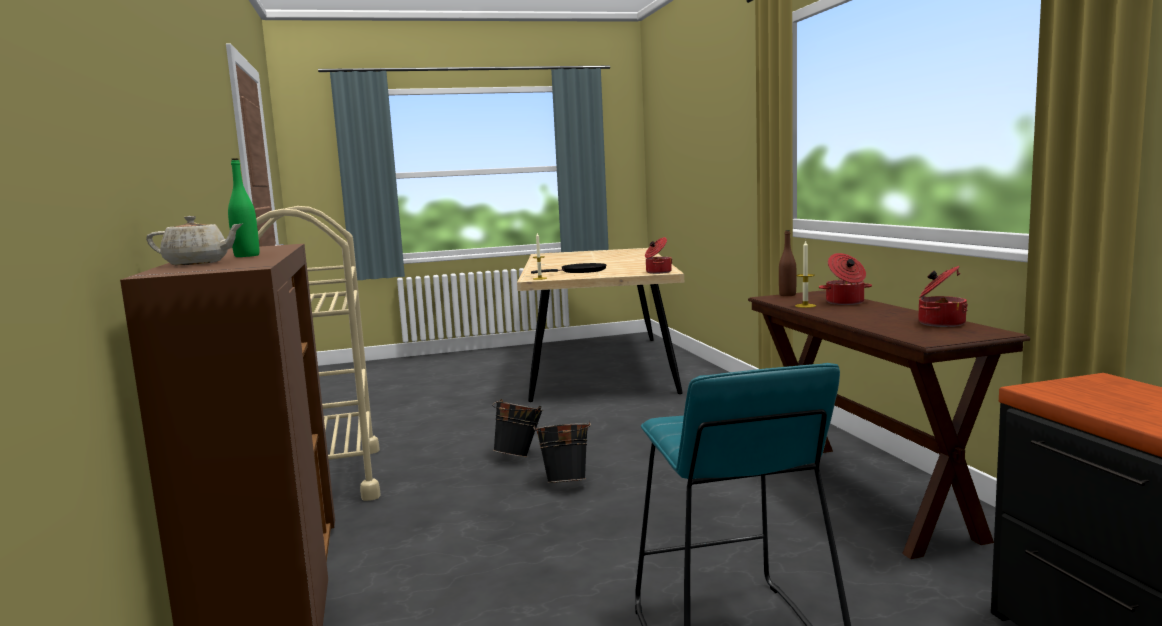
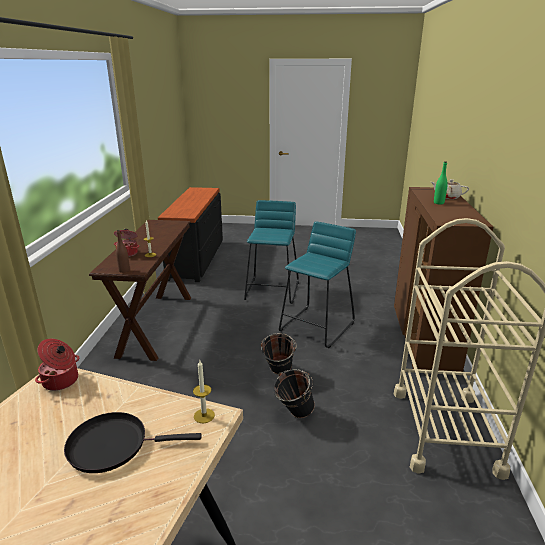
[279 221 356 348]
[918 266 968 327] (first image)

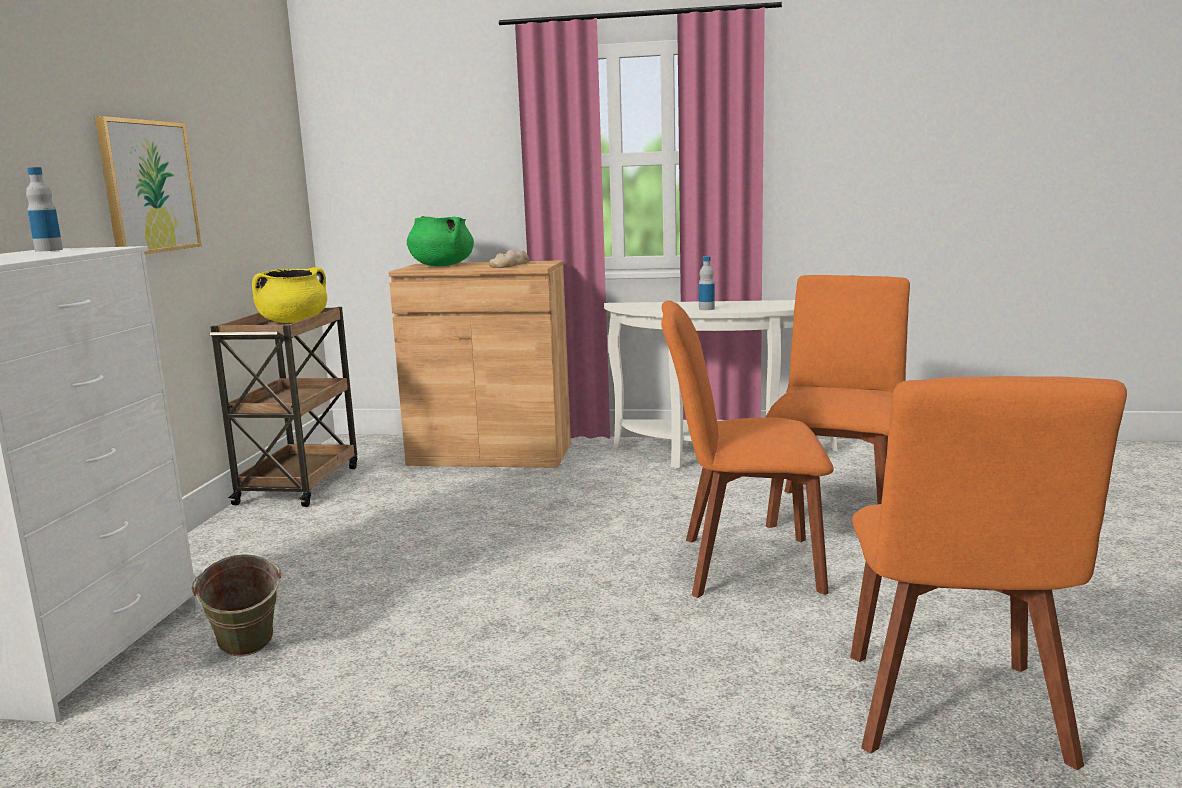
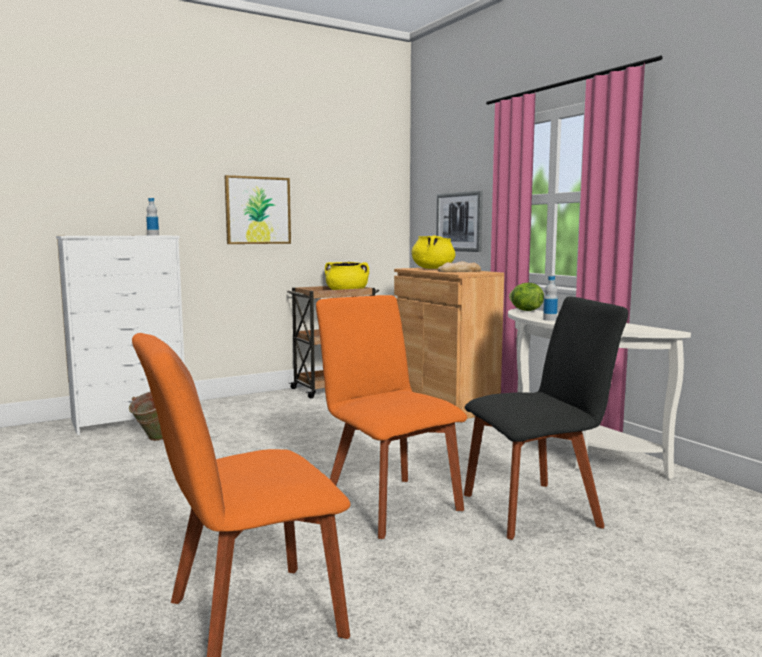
[411 235 455 269]
[436 191 483 252]
[464 297 628 540]
[509 283 544 311]

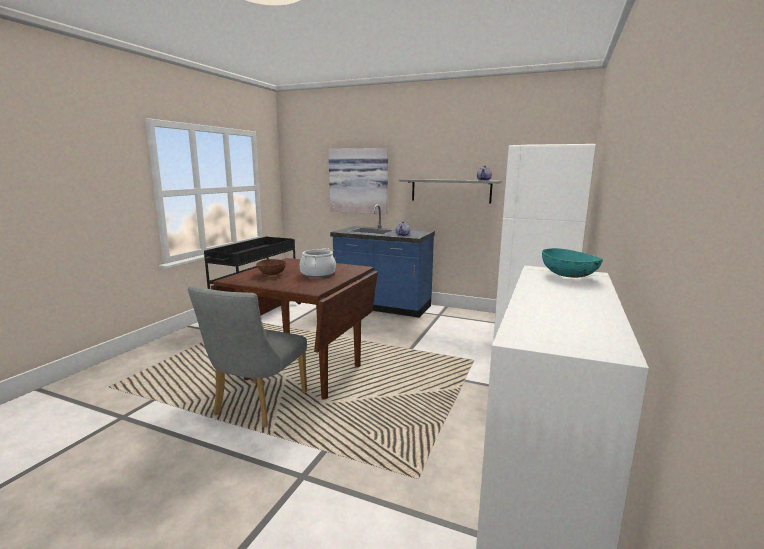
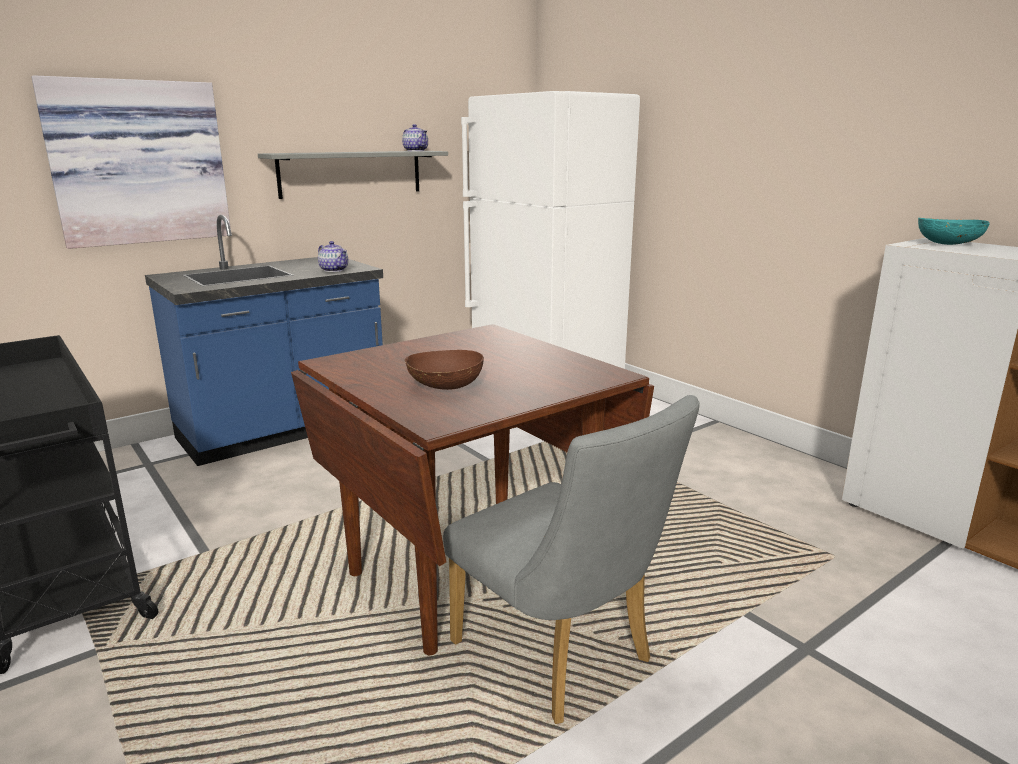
[300 248 336 278] (first image)

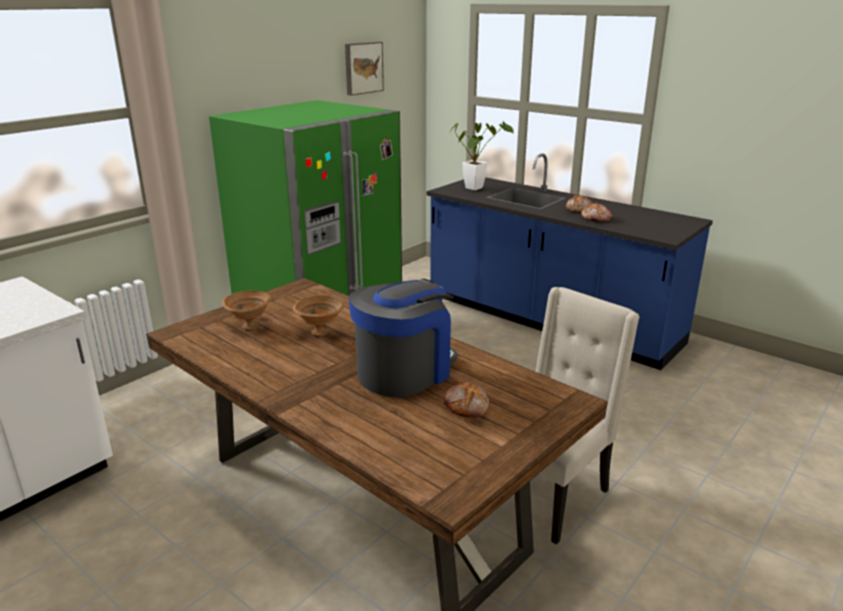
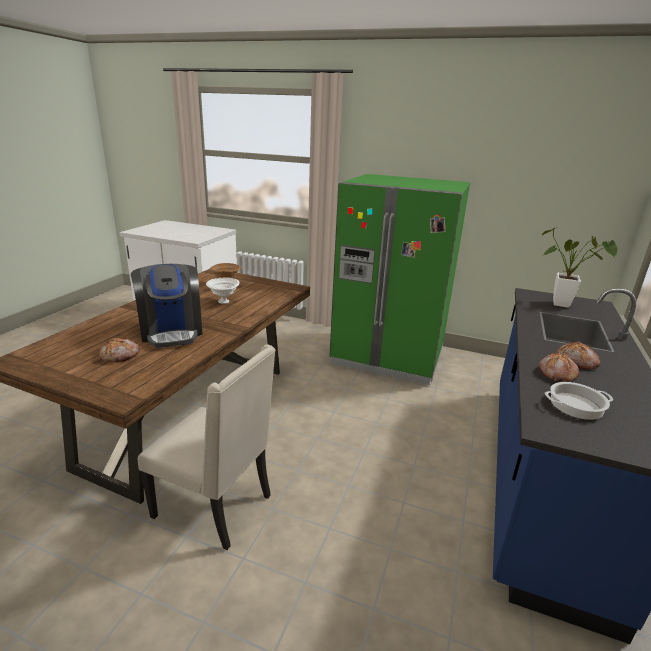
[131 264 203 348]
[206 278 240 304]
[545 382 613 420]
[345 42 384 96] (first image)

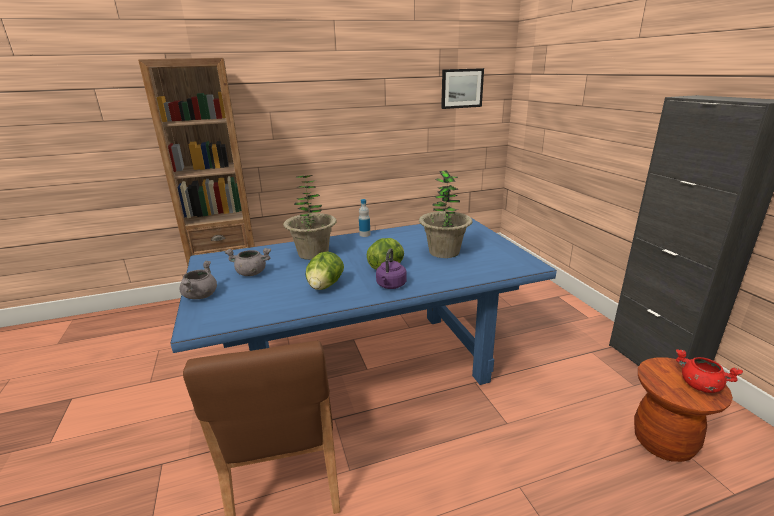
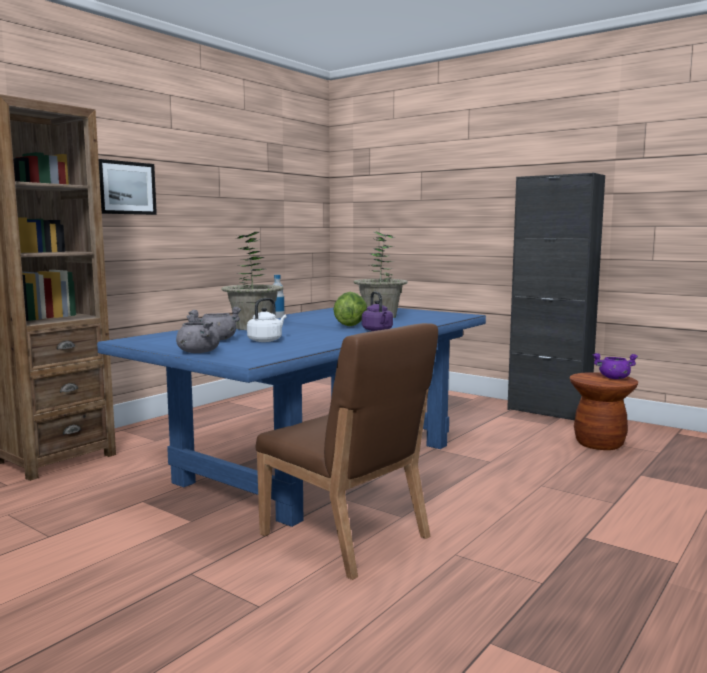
[99 159 157 215]
[247 298 287 342]
[592 353 638 379]
[306 251 344 290] (first image)

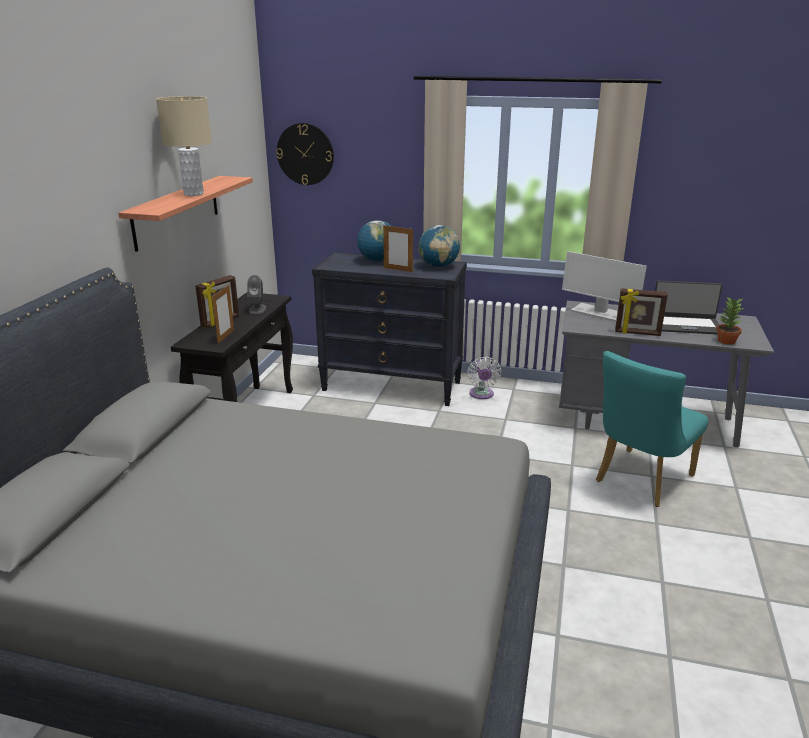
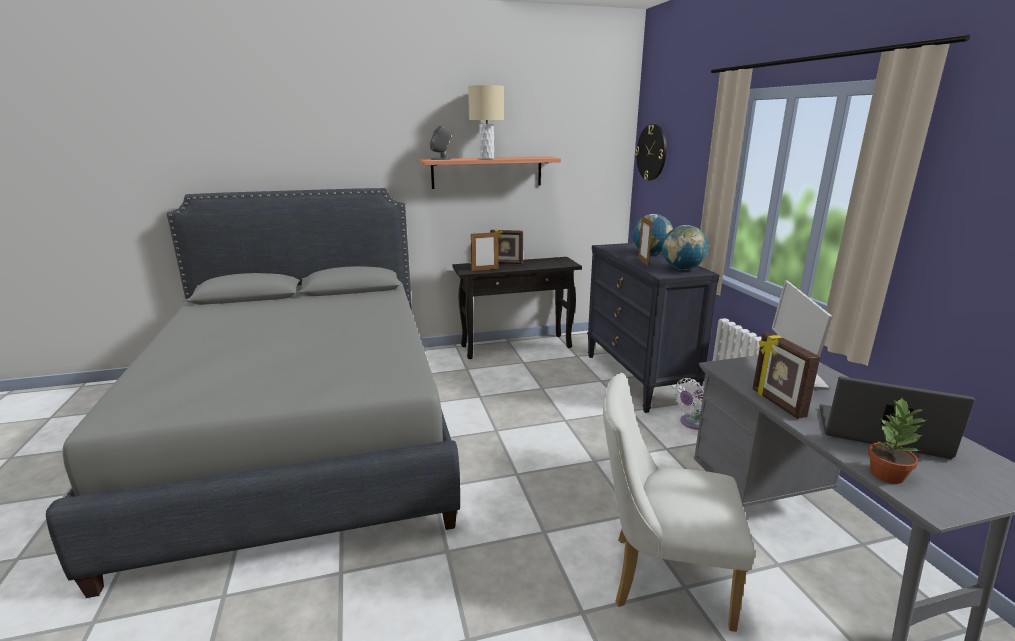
[430 126 451 160]
[603 373 755 632]
[820 376 975 459]

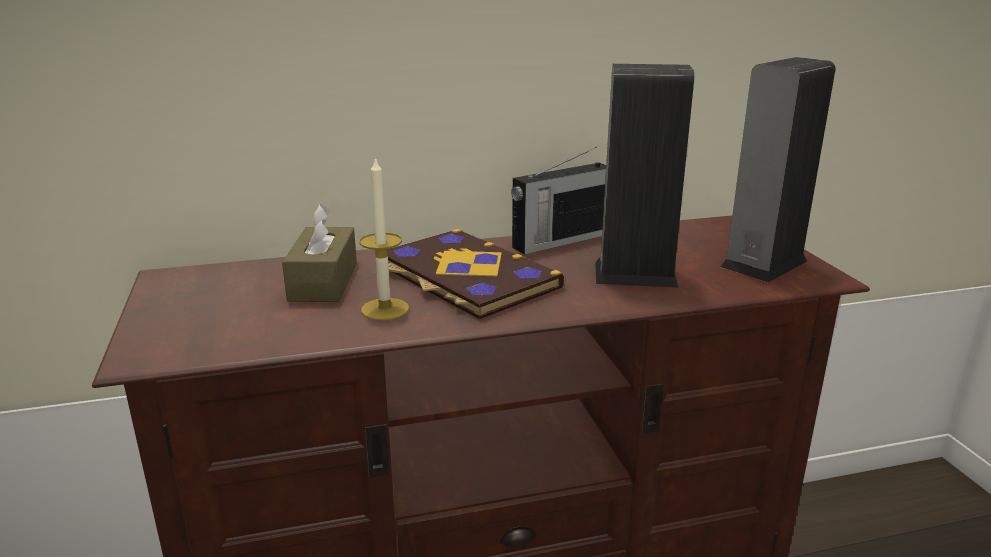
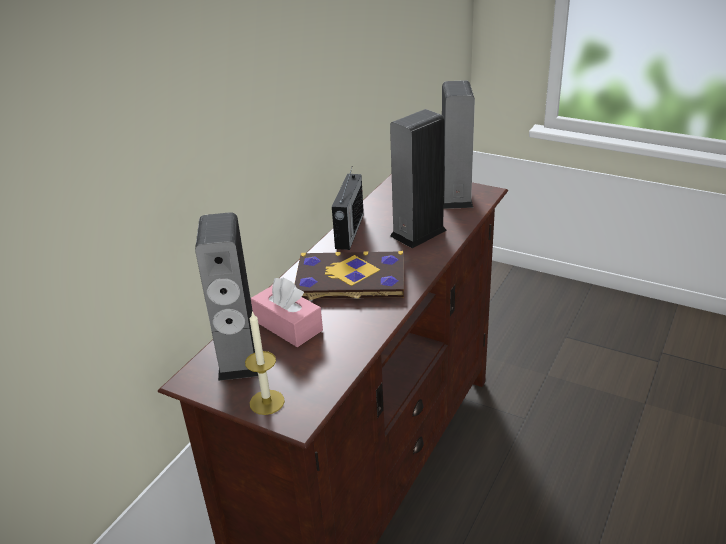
[195 212 258 381]
[245 311 285 415]
[251 278 323 347]

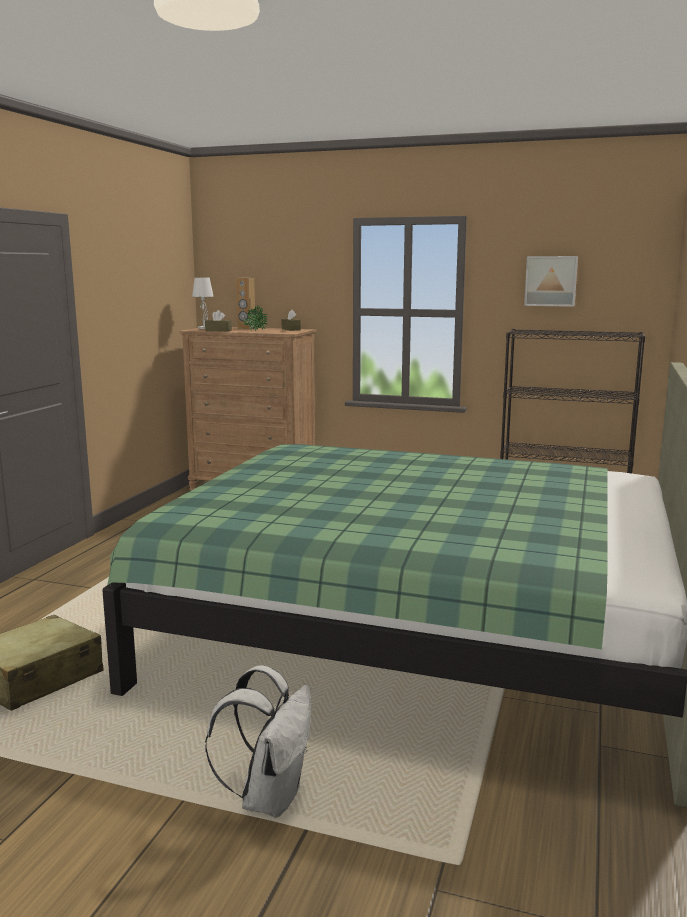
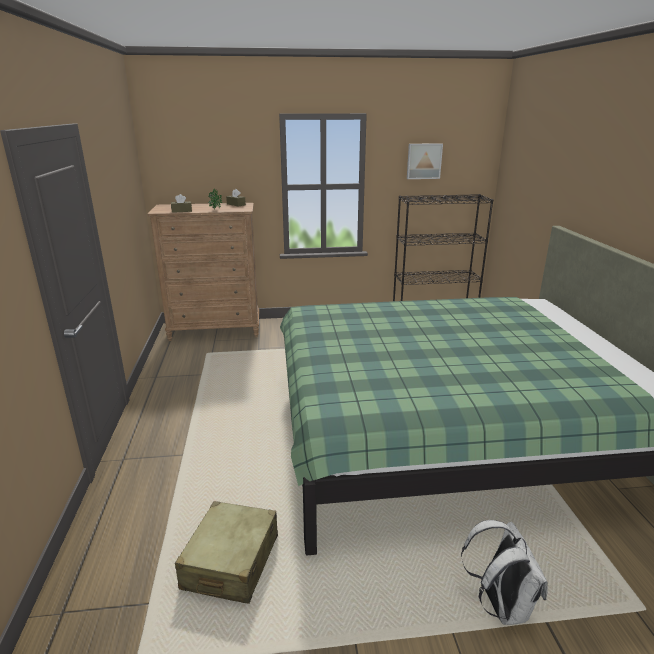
[192 278 214 329] (first image)
[236 278 255 330] (first image)

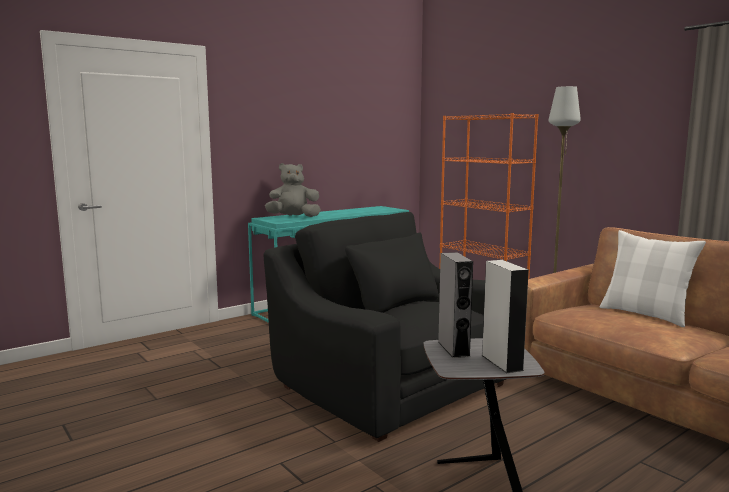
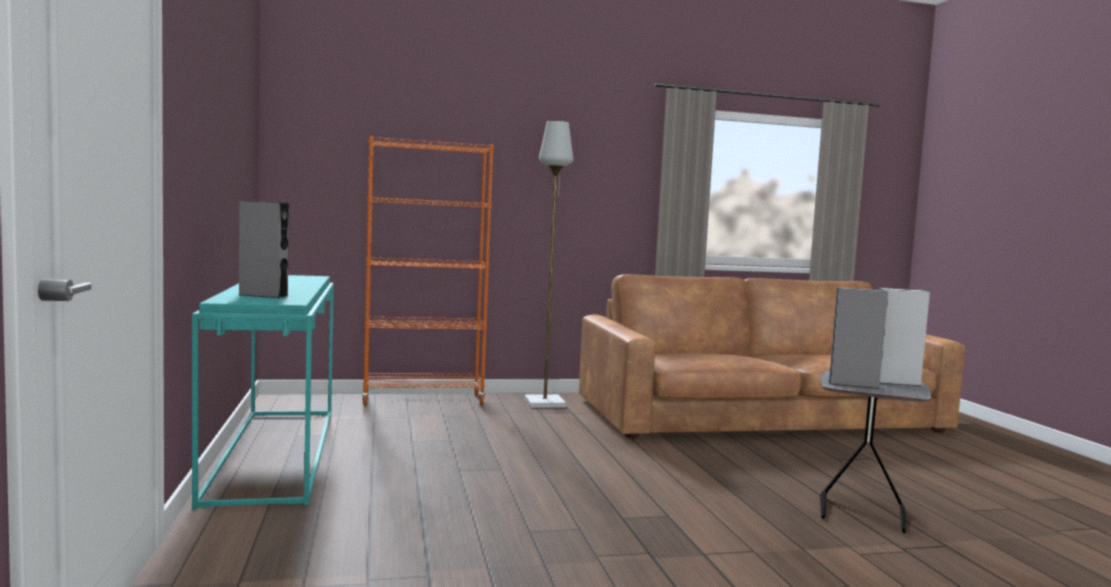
[239 201 289 298]
[263 212 506 442] (first image)
[600 230 706 327] (first image)

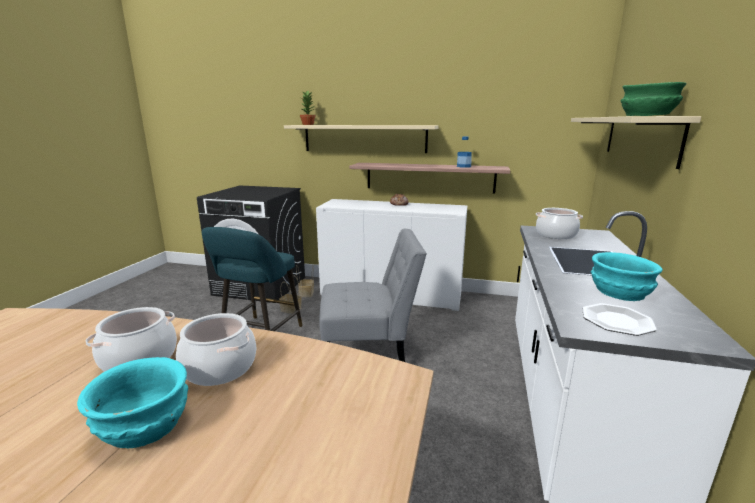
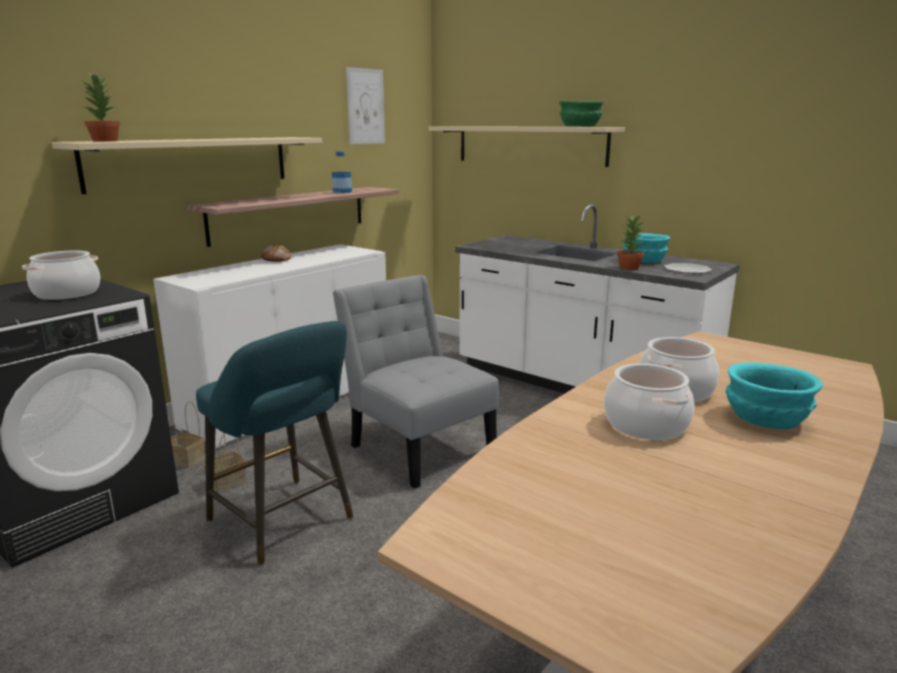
[22 251 100 300]
[333 275 499 489]
[346 67 385 144]
[617 215 646 270]

